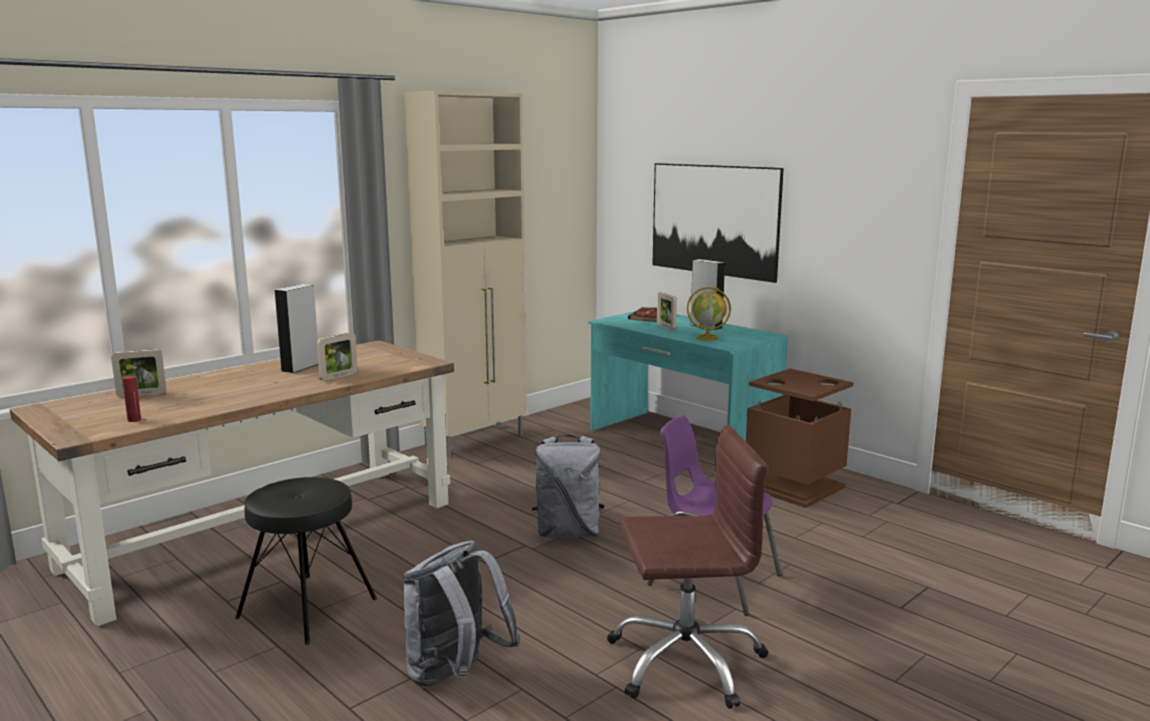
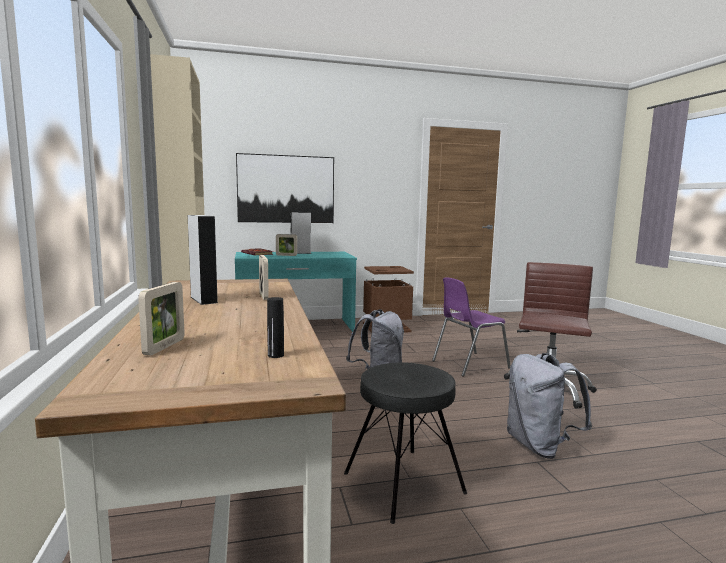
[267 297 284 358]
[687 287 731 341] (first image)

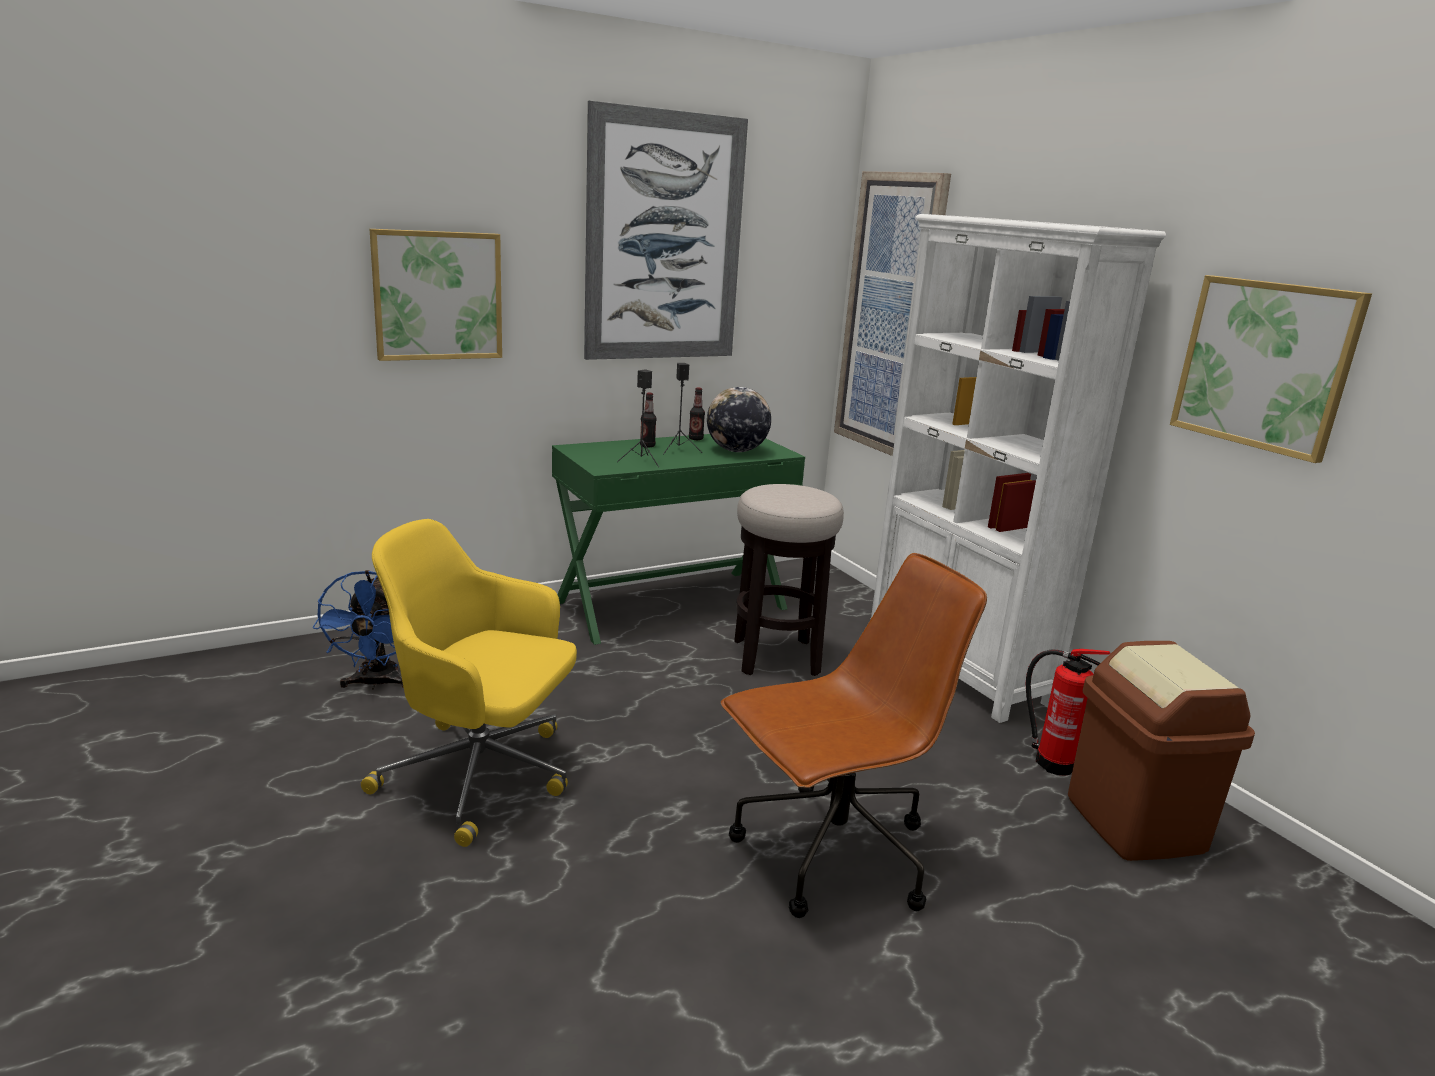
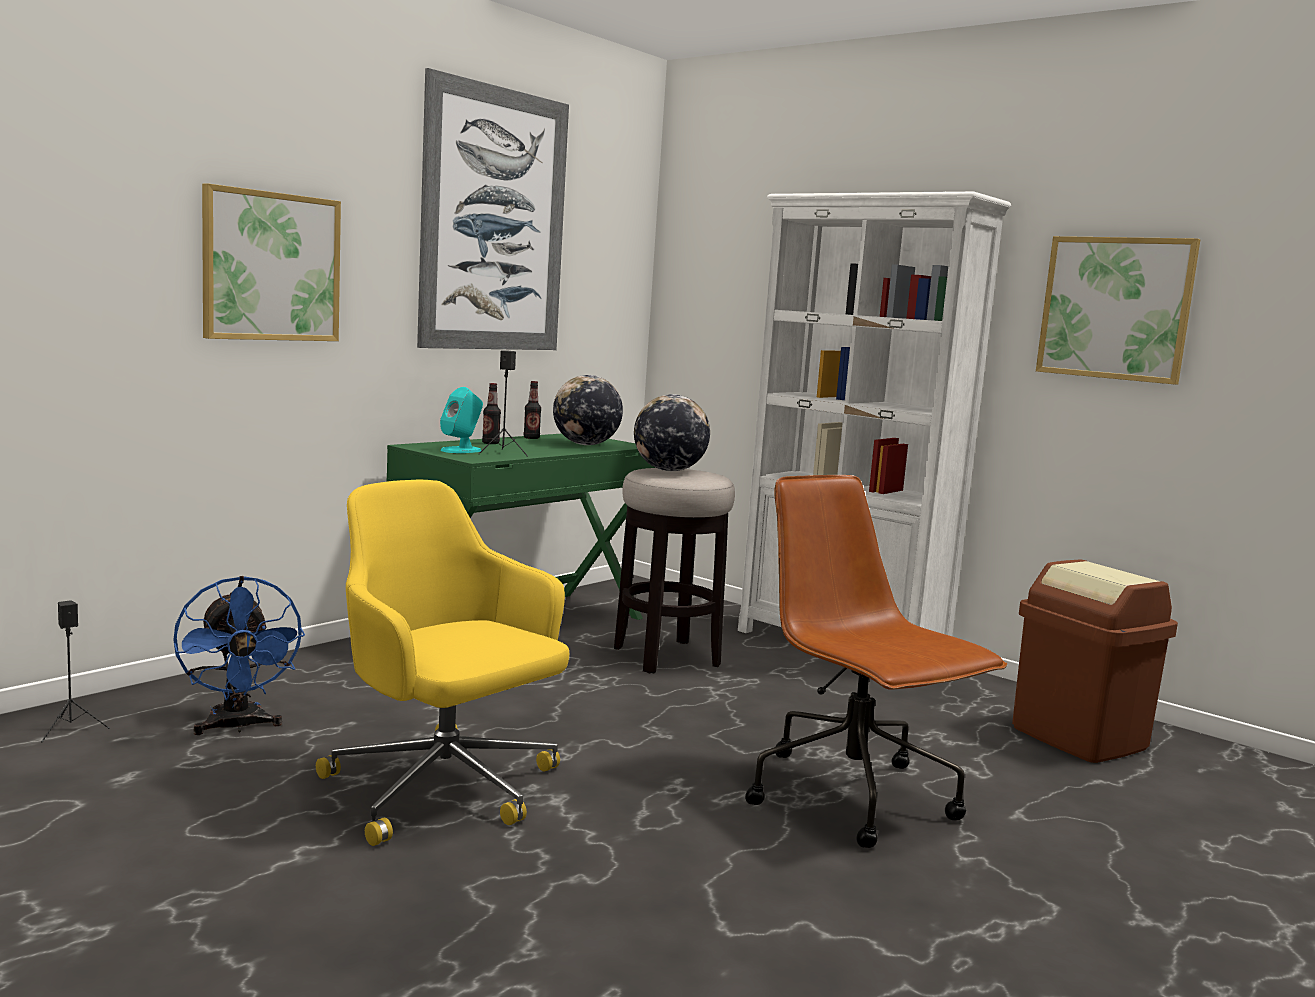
[41 600 110 742]
[316 480 569 846]
[440 387 483 453]
[634 394 710 471]
[745 475 1007 848]
[834 171 951 456] (first image)
[1026 649 1110 776] (first image)

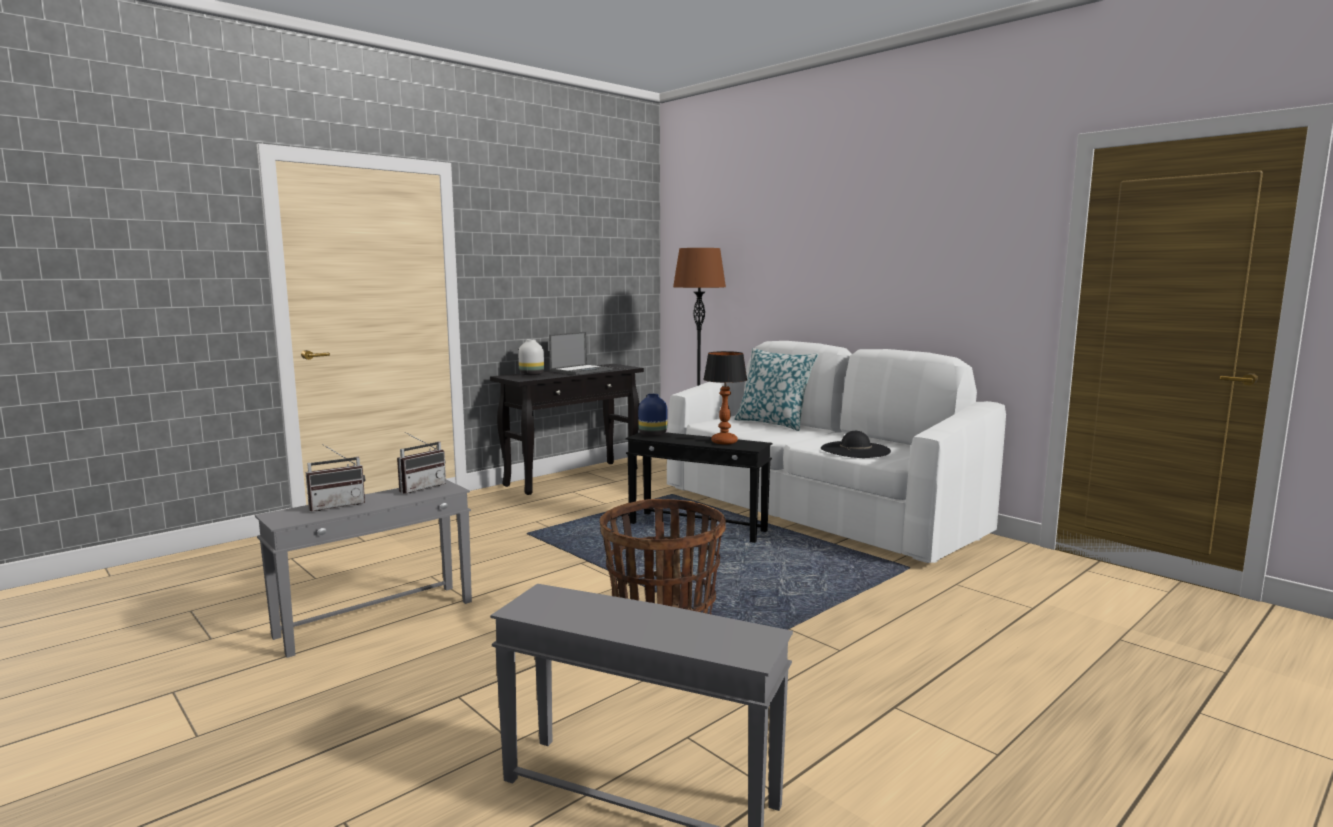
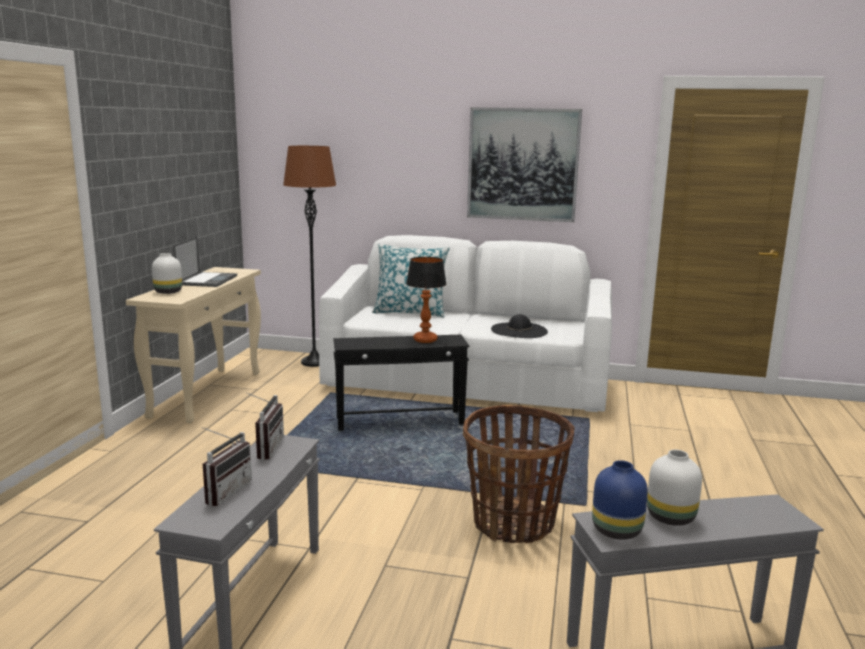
[126 267 261 423]
[467 107 582 222]
[592 460 648 540]
[647 449 702 526]

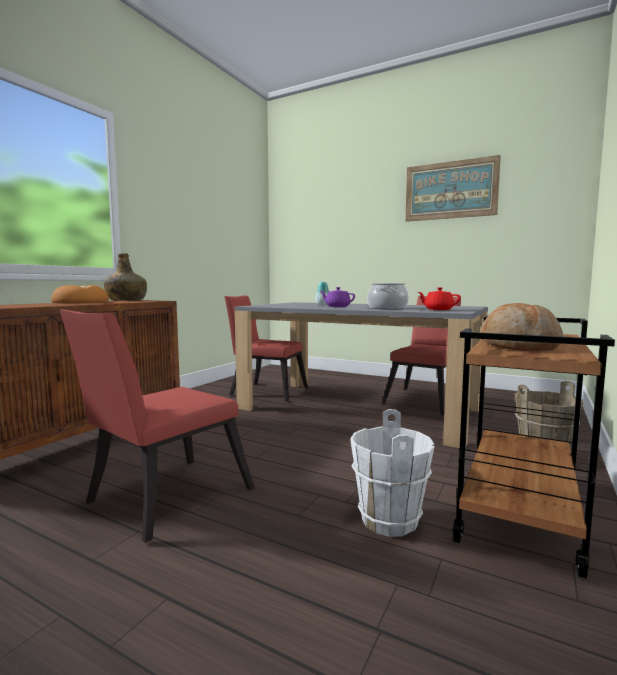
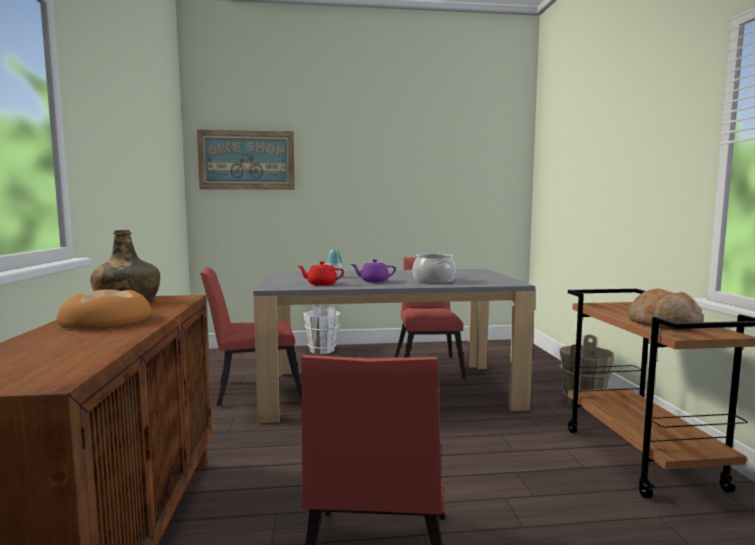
[197 130 295 190]
[298 261 344 286]
[303 304 340 354]

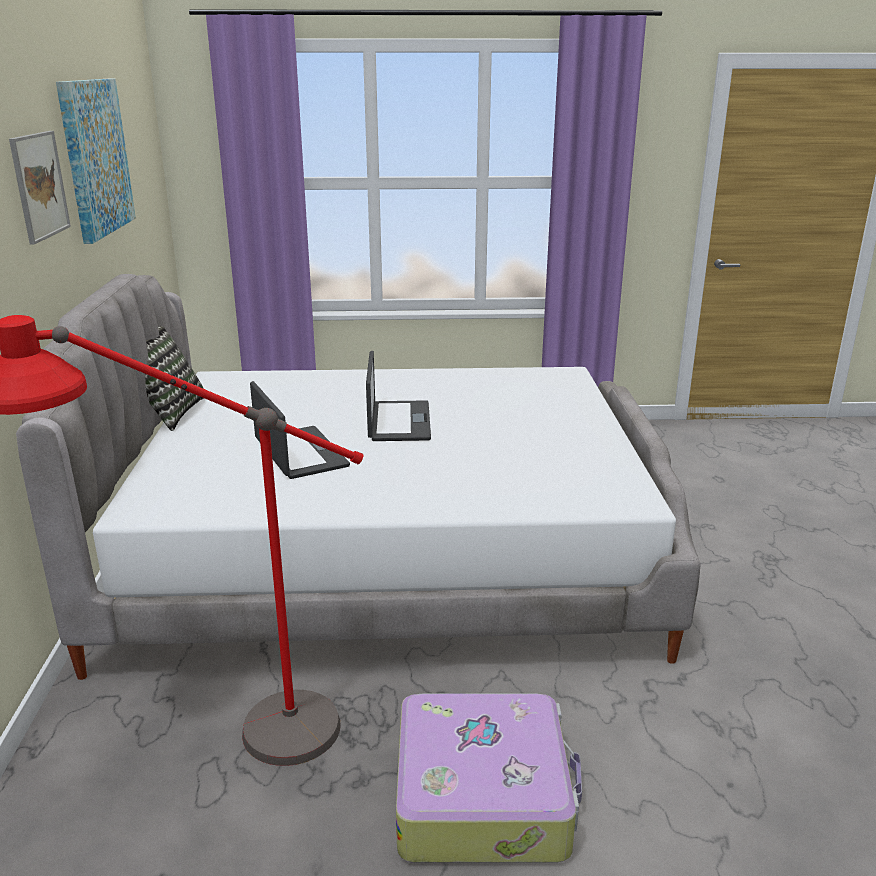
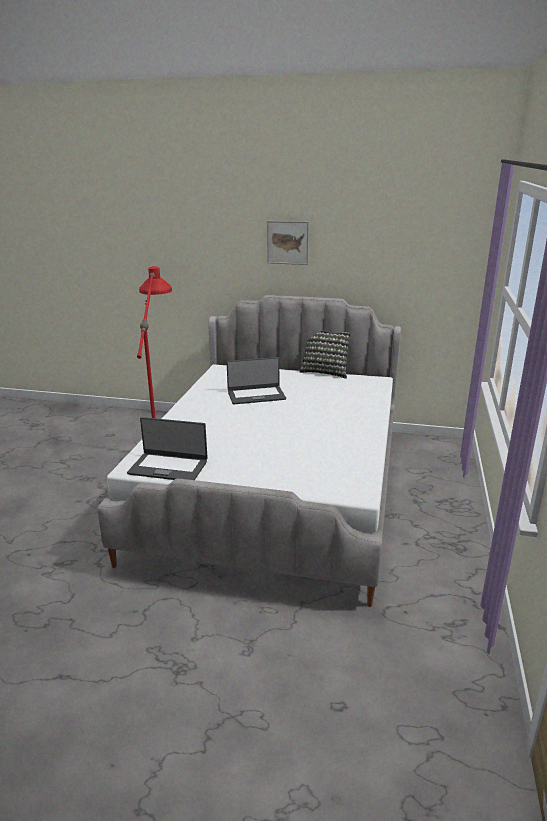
[127 417 208 480]
[56 79 136 244] (first image)
[396 693 582 863] (first image)

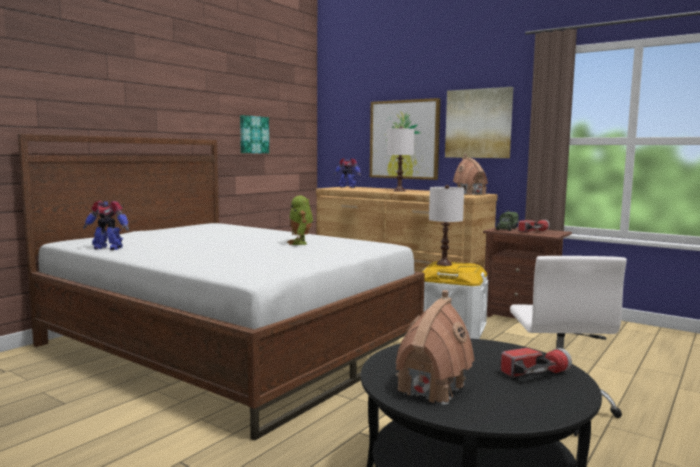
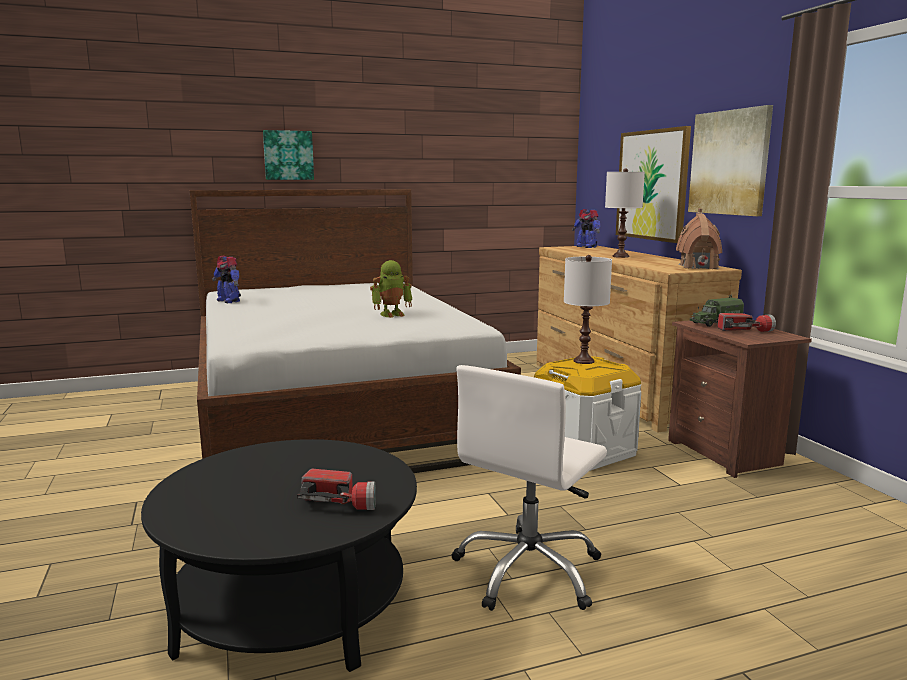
[263 130 314 180]
[370 260 413 318]
[396 290 475 405] (first image)

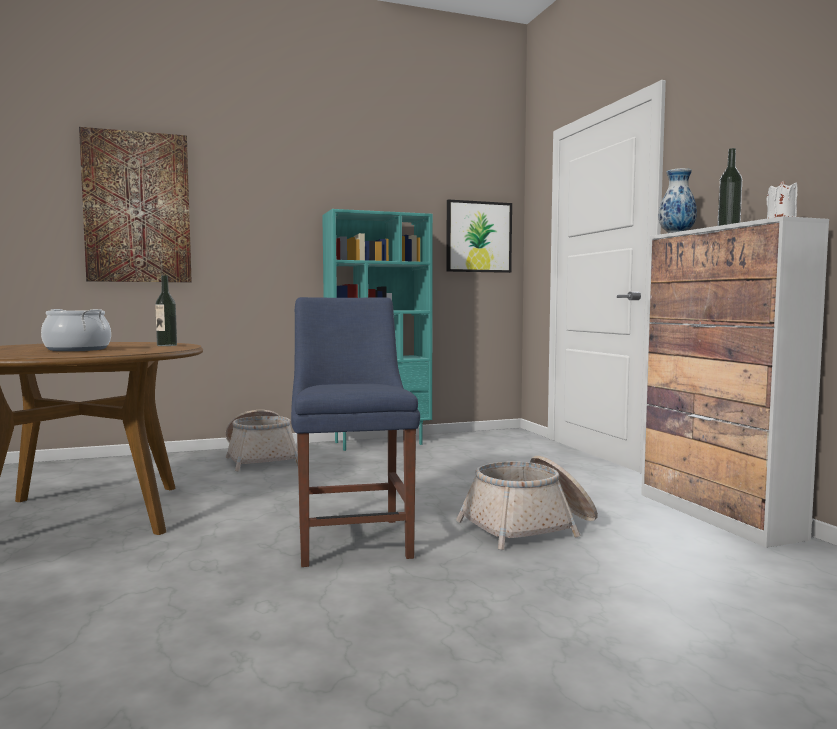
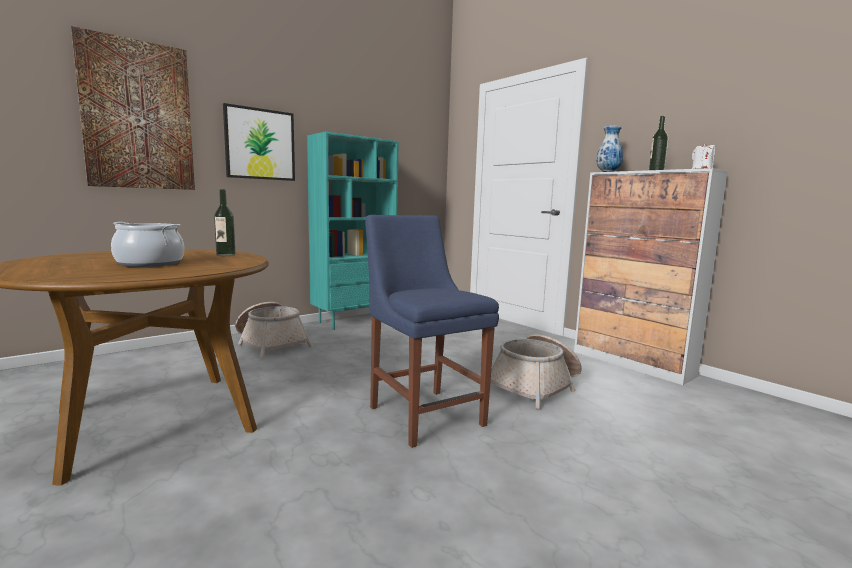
[223 103 295 181]

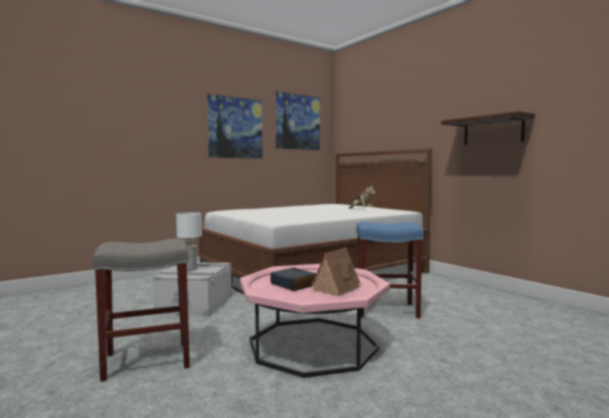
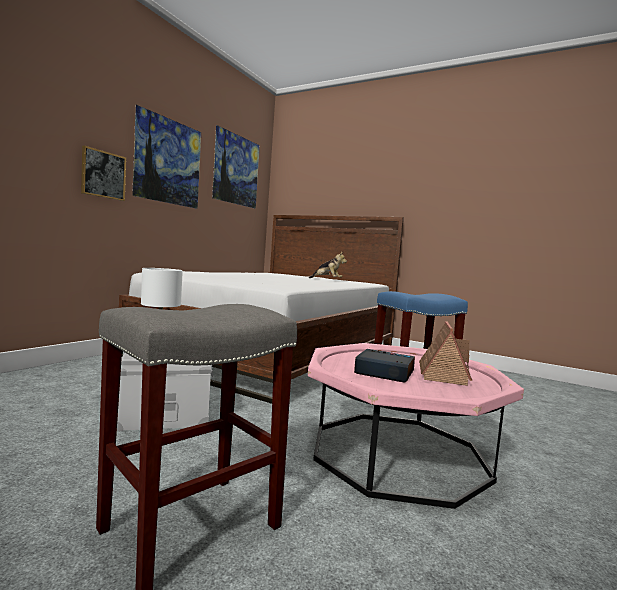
[81 146 126 201]
[441 111 535 145] (first image)

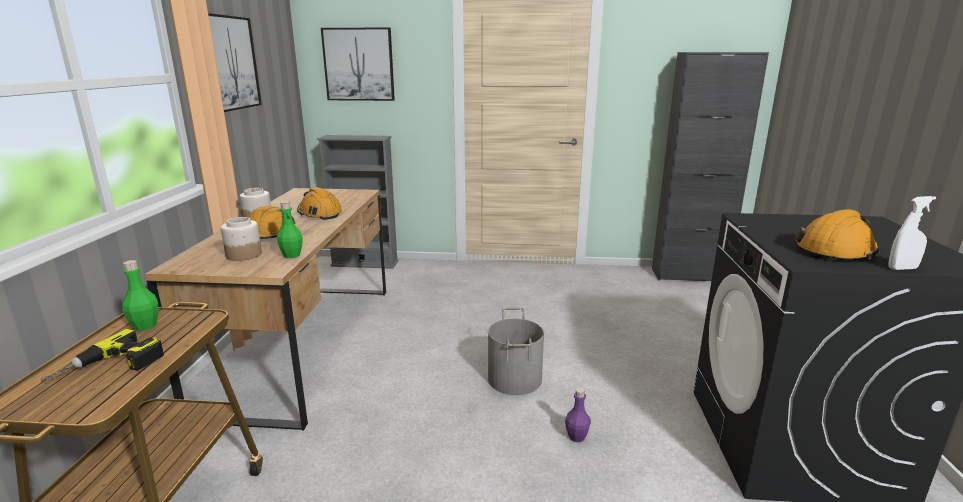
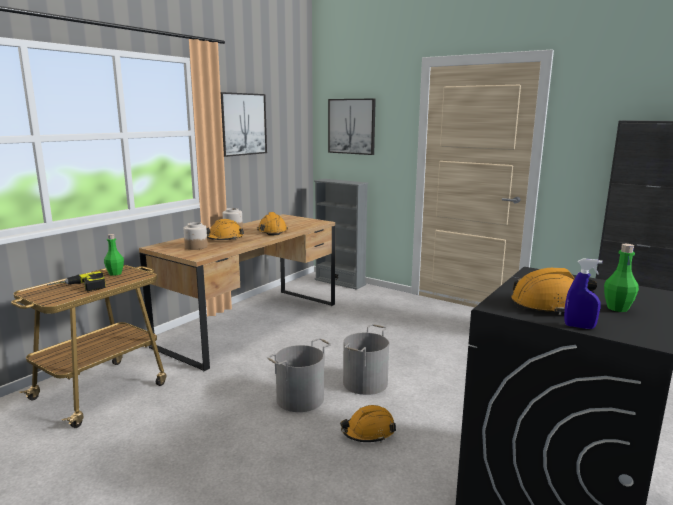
[267 338 331 412]
[340 405 396 442]
[564 258 603 329]
[604 244 639 312]

